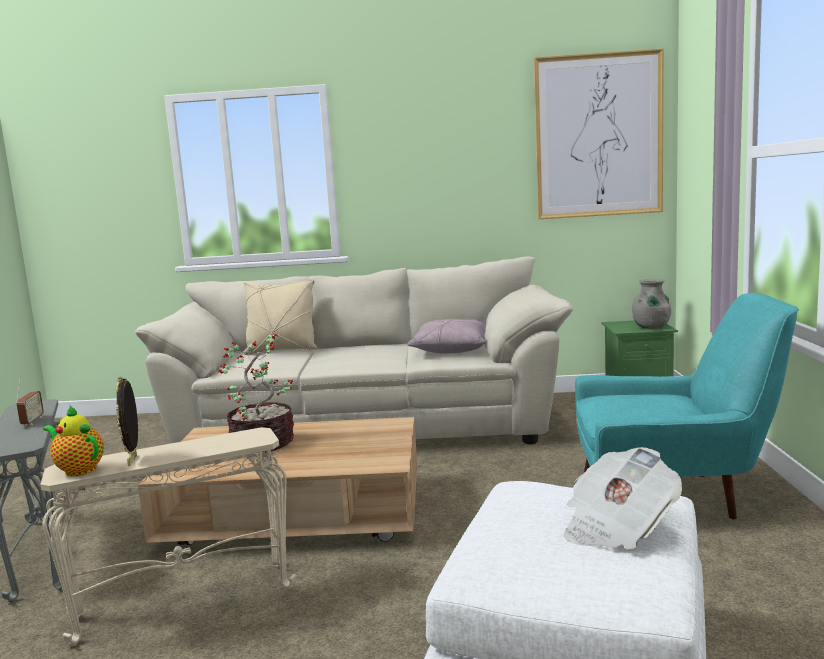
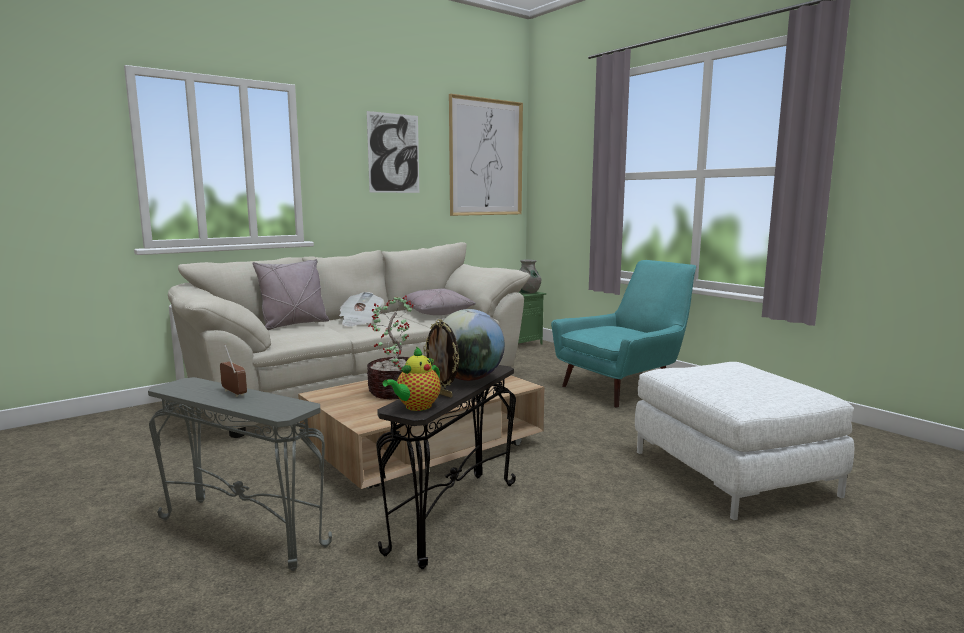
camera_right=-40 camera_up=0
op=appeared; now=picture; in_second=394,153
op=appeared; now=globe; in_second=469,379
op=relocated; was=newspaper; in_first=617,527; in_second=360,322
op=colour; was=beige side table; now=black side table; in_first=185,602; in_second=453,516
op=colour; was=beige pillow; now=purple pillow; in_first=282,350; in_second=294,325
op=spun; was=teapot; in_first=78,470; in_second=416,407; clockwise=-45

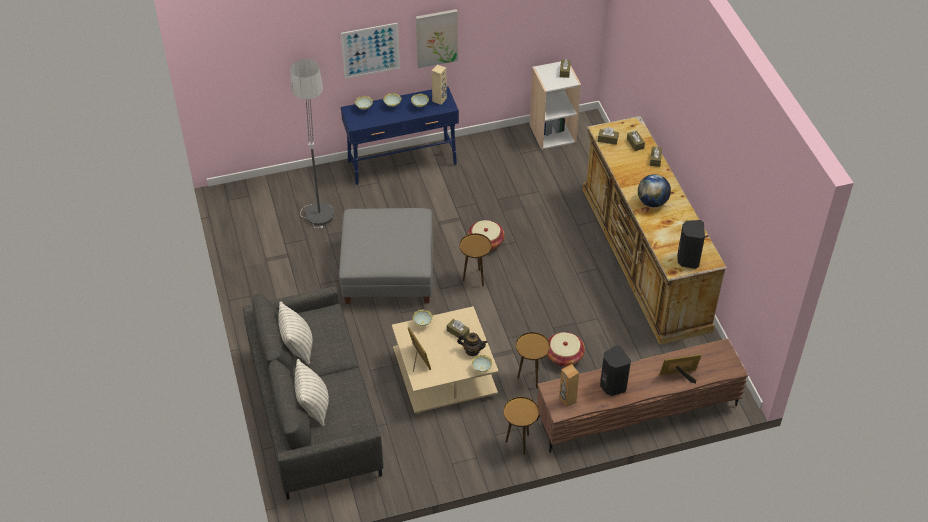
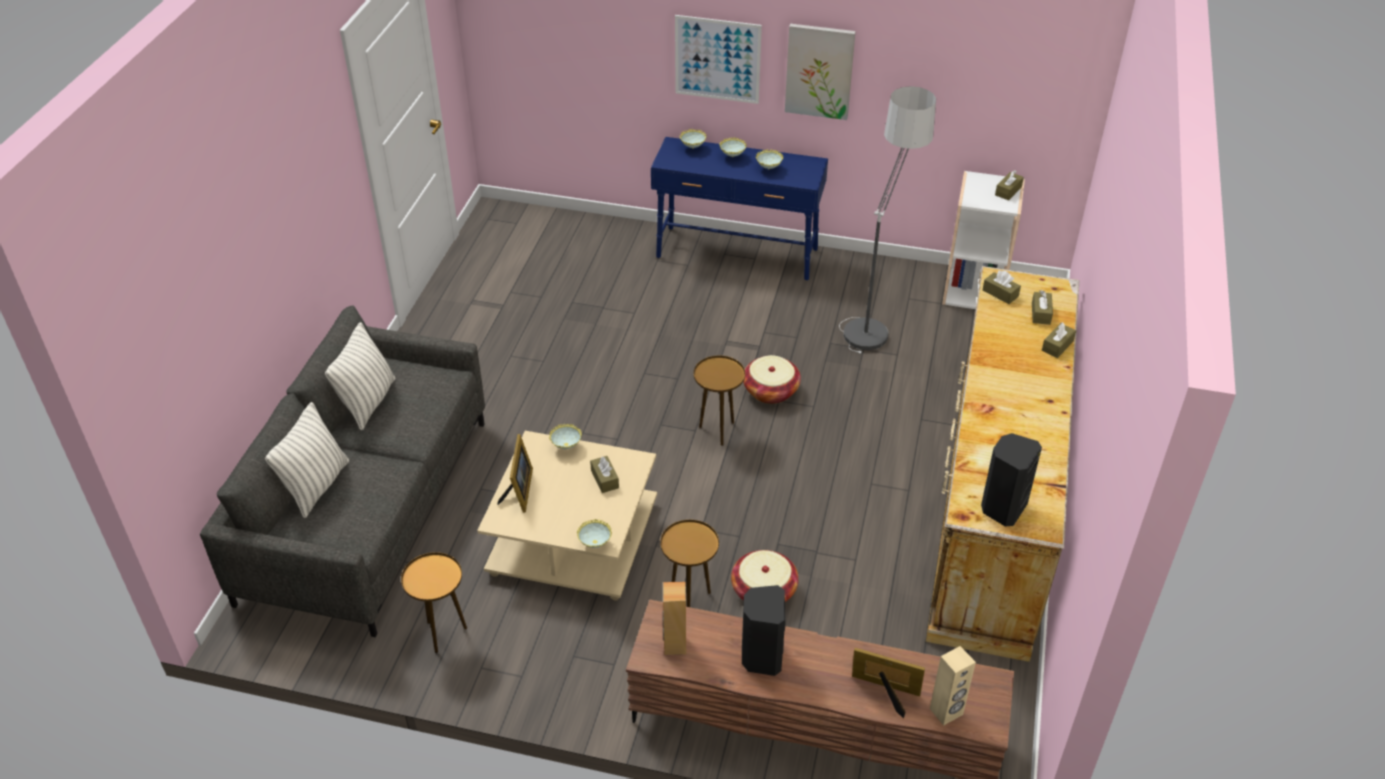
camera_right=30 camera_up=-5
op=missing; was=grey ottoman; in_first=388,271
op=missing; was=teapot; in_first=472,350
op=missing; was=globe; in_first=652,202
op=relocated; was=floor lamp; in_first=317,199; in_second=875,315
op=relocated; was=beige speaker; in_first=439,100; in_second=946,712
op=relocated; was=brown side table; in_first=519,443; in_second=443,634

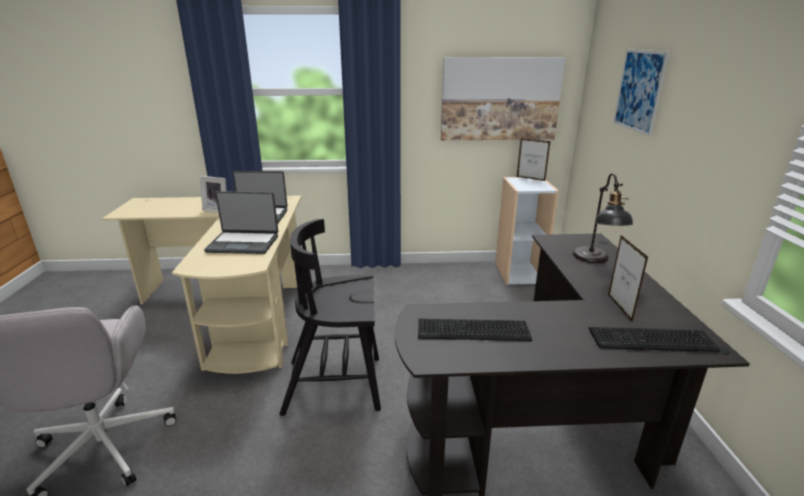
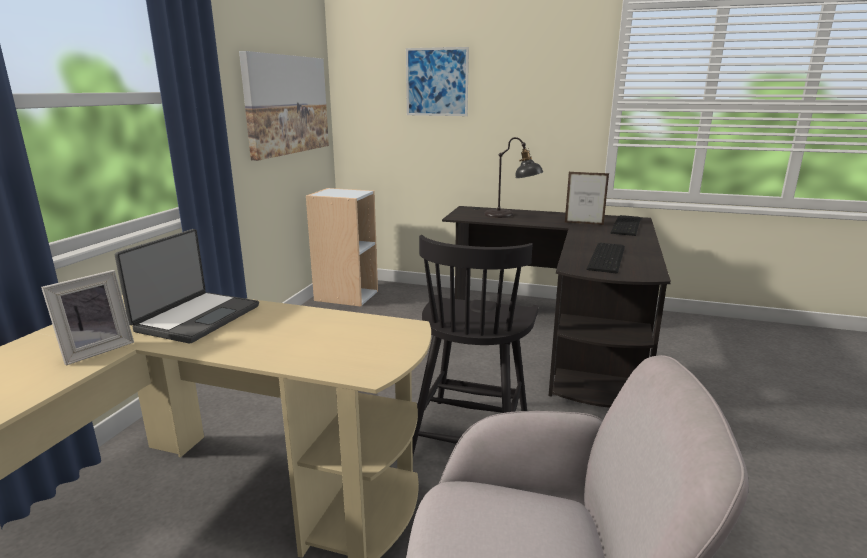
camera_right=-70 camera_up=-5
op=missing; was=laptop; in_first=244,243
op=missing; was=picture frame; in_first=530,179

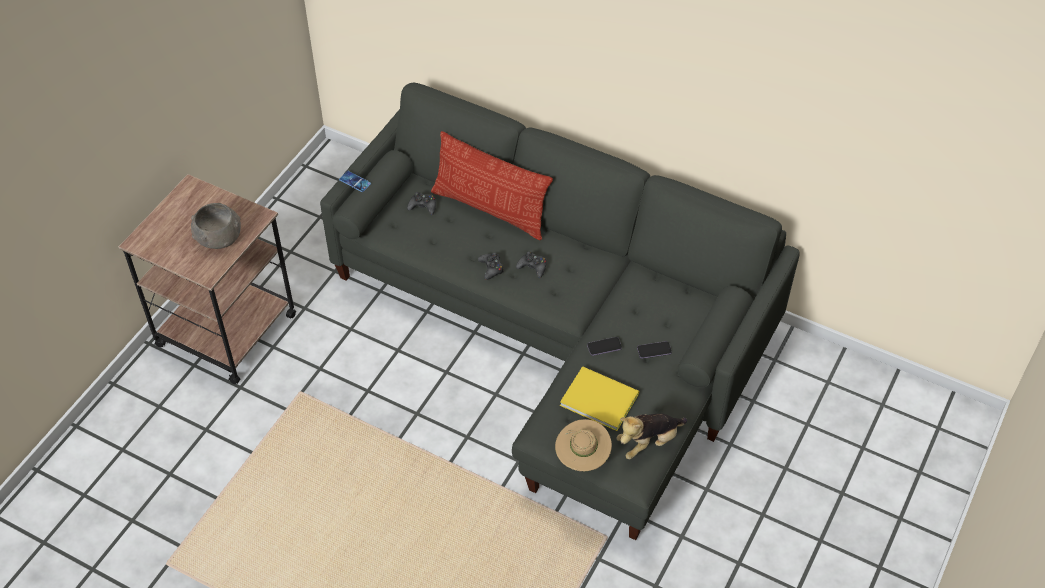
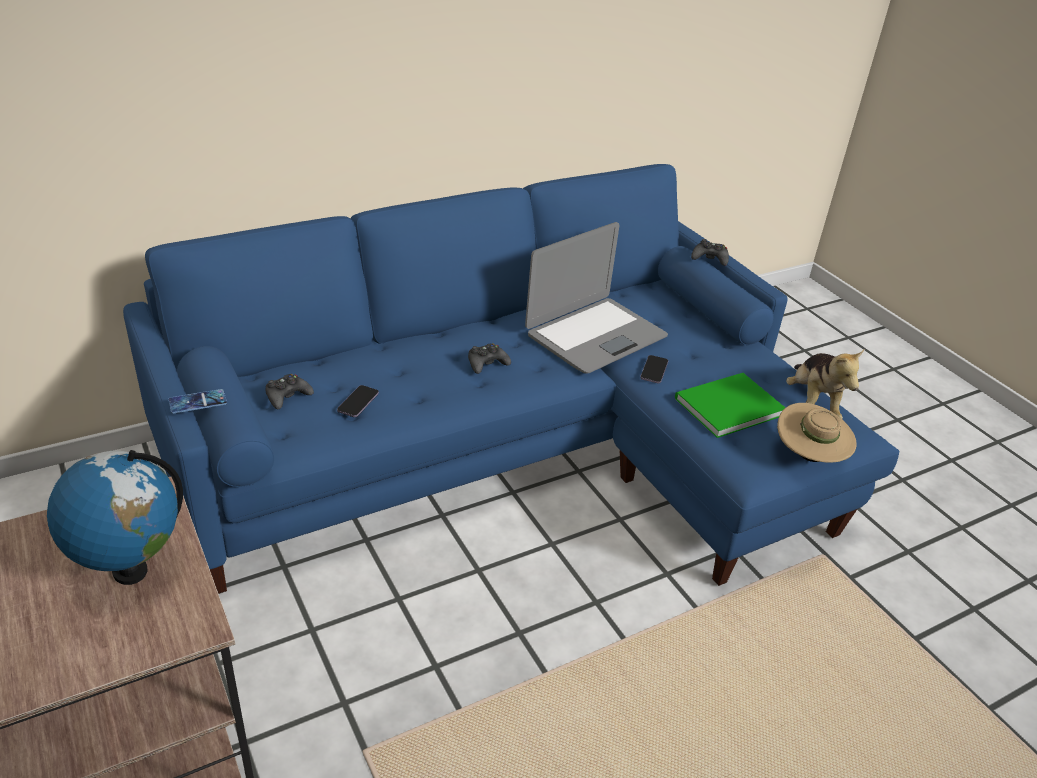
camera_right=-60 camera_up=-15
op=missing; was=pillow; in_first=490,209
op=appeared; now=laptop; in_second=595,335
op=relocated; was=black game controller; in_first=491,268; in_second=709,258
op=relocated; was=phone; in_first=654,350; in_second=358,402
op=exchanged; was=grey bowl; now=globe; in_first=219,238; in_second=130,570
op=colour; was=grey sofa; now=blue sofa; in_first=562,335; in_second=517,451
op=colour; was=yellow book; now=green book; in_first=598,397; in_second=725,406

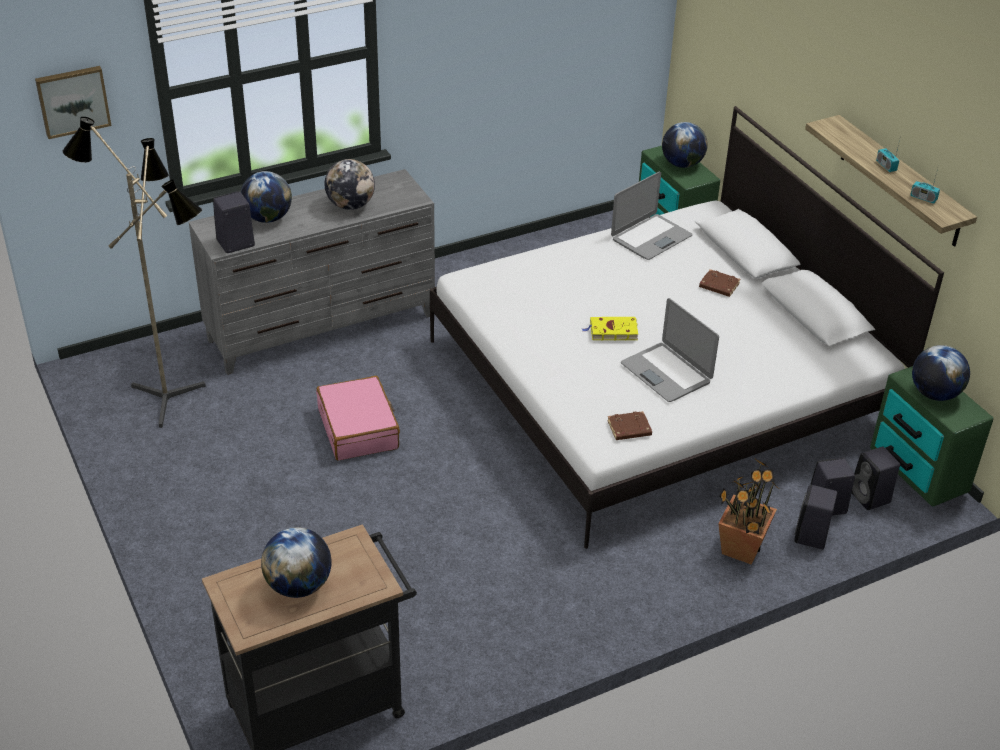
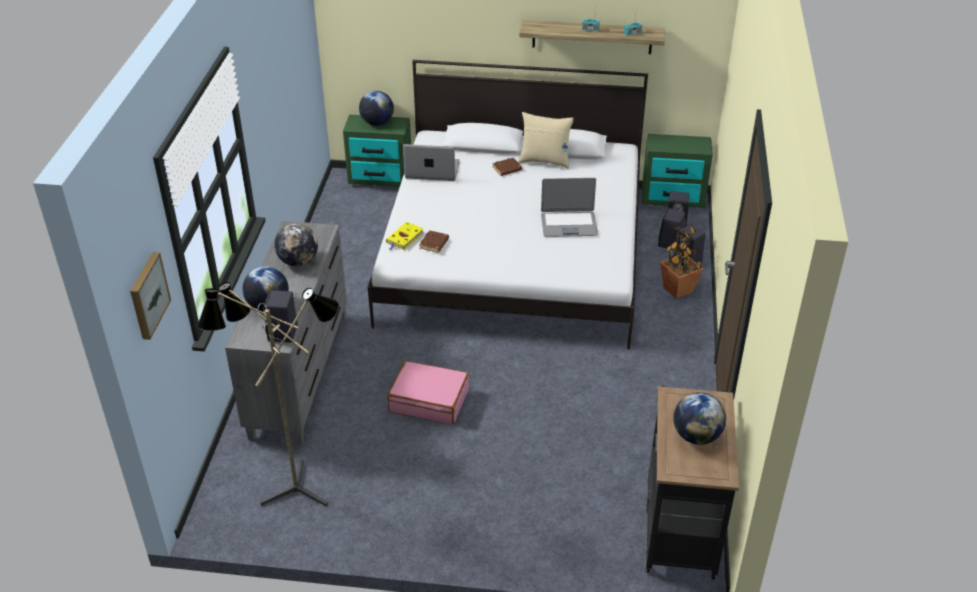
camera_right=-55 camera_up=0
op=missing; was=globe; in_first=934,394
op=appeared; now=beige pillow; in_second=544,161
op=relocated; was=yellow book; in_first=612,331; in_second=404,239
op=relocated; was=brown book; in_first=629,429; in_second=434,244
op=spun; was=laptop; in_first=650,237; in_second=432,170; clockwise=-75

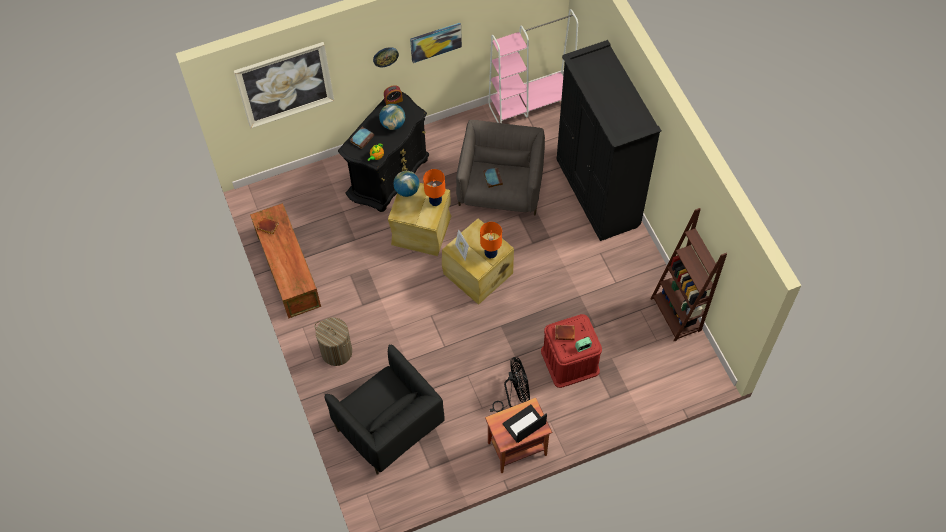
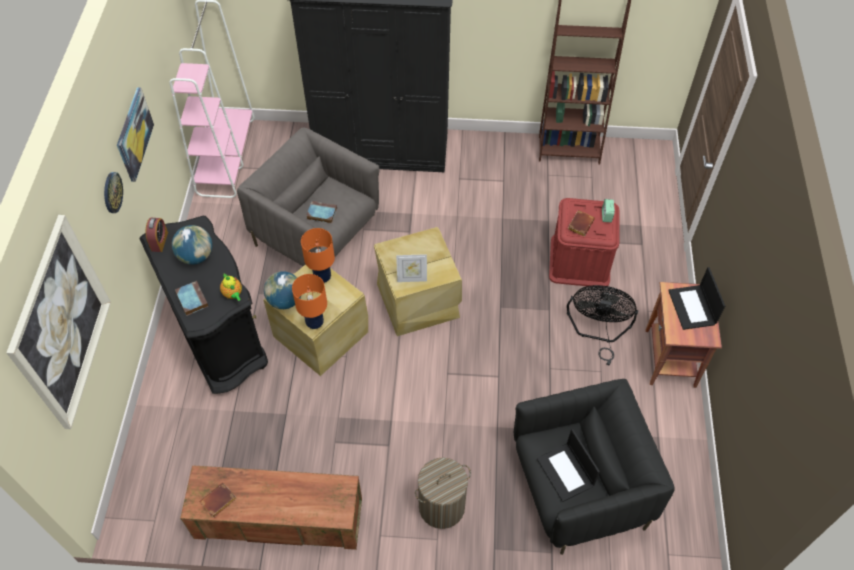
camera_right=-65 camera_up=-5
op=appeared; now=laptop; in_second=566,472
op=relocated; was=orange table lamp; in_first=490,254; in_second=315,323

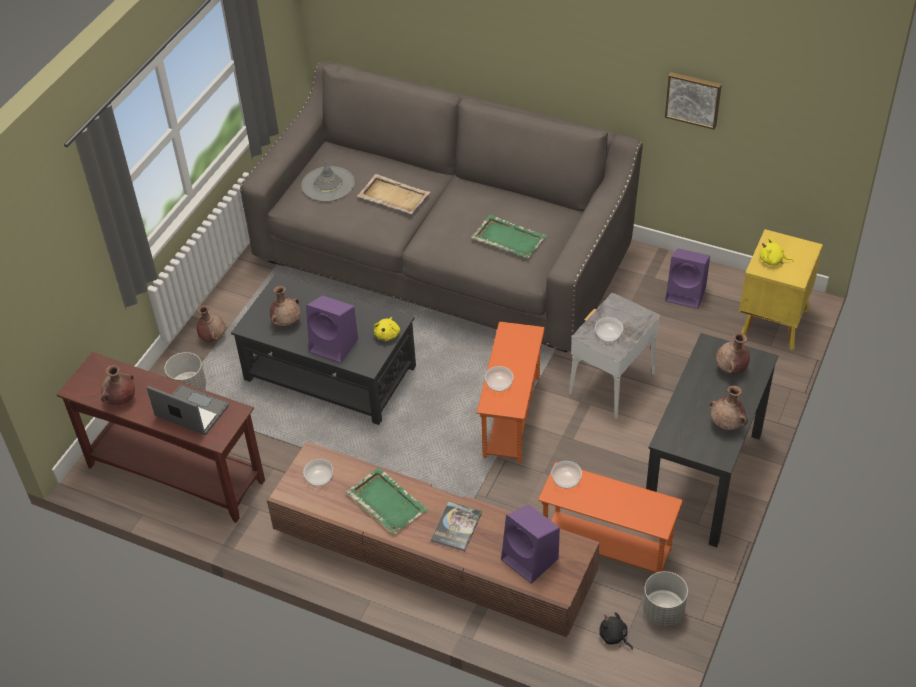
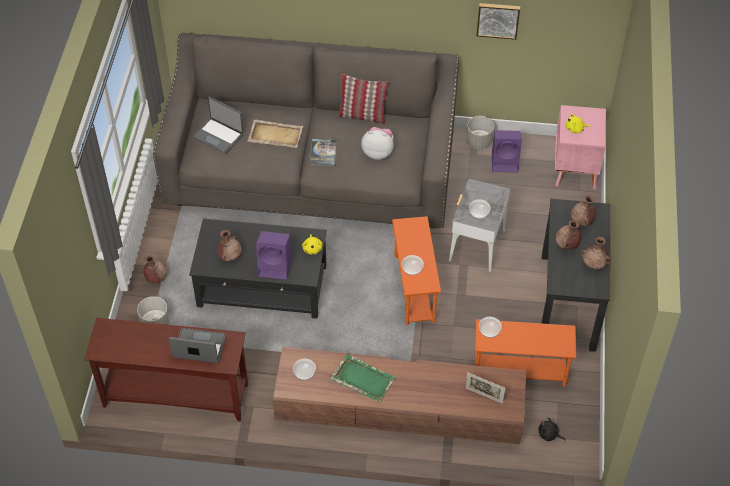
camera_right=-20 camera_up=5
op=appeared; now=pillow; in_second=362,115
op=relocated; was=brown vase; in_first=121,400; in_second=566,245
op=relocated; was=book; in_first=456,527; in_second=323,153
op=relocated; was=grey planter; in_first=663,611; in_second=479,142
op=exchanged; was=grey hat; now=laptop; in_first=328,184; in_second=219,135
op=exchanged; was=green tray; now=plush toy; in_first=508,238; in_second=378,152
op=exchanged; was=purple speaker; now=picture frame; in_first=531,560; in_second=484,395
op=colour; was=yellow nightstand; now=pink nightstand; in_first=773,322; in_second=575,171

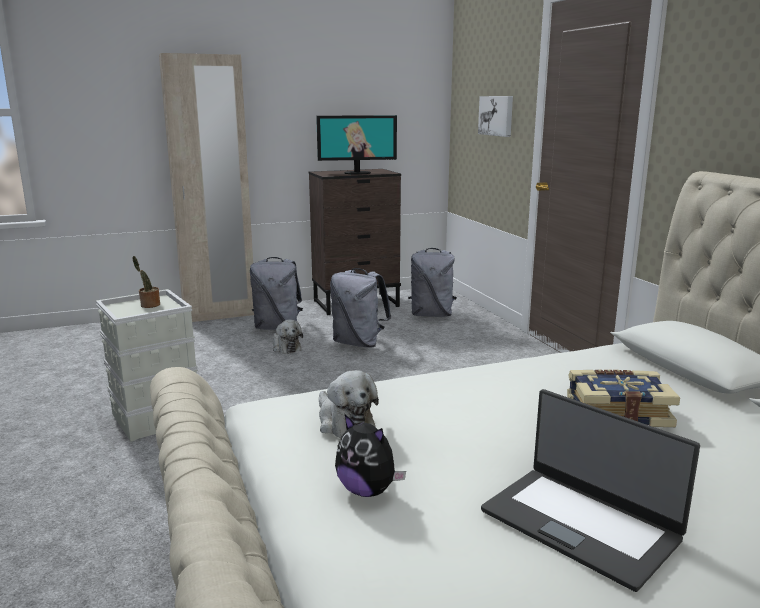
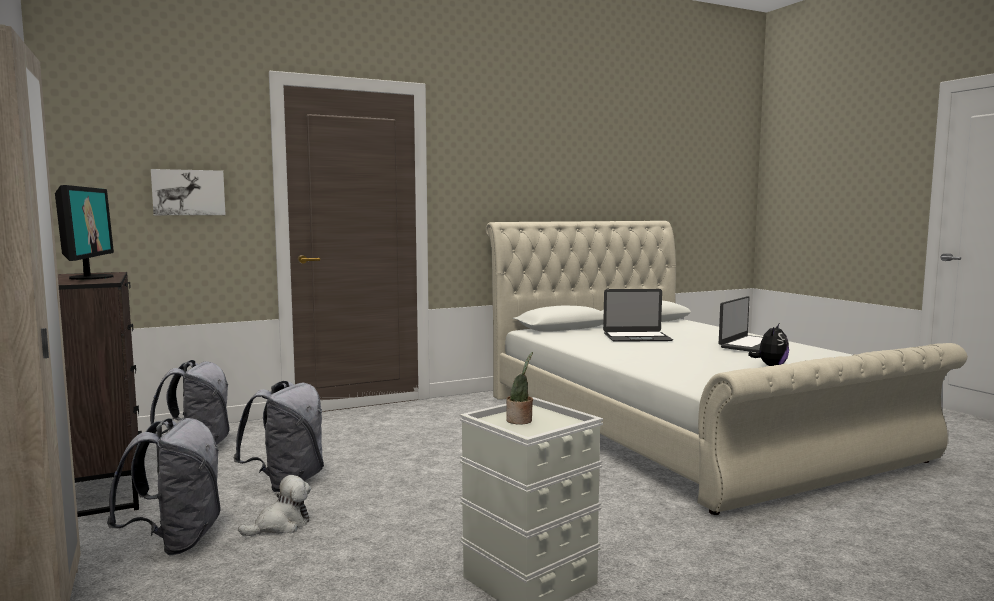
camera_right=-95 camera_up=-10
op=missing; was=plush toy; in_first=344,423
op=exchanged; was=book; now=laptop; in_first=617,412; in_second=637,337

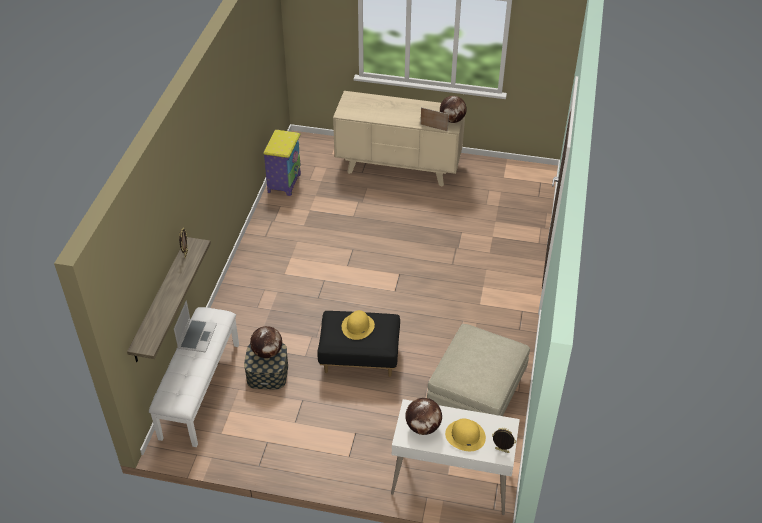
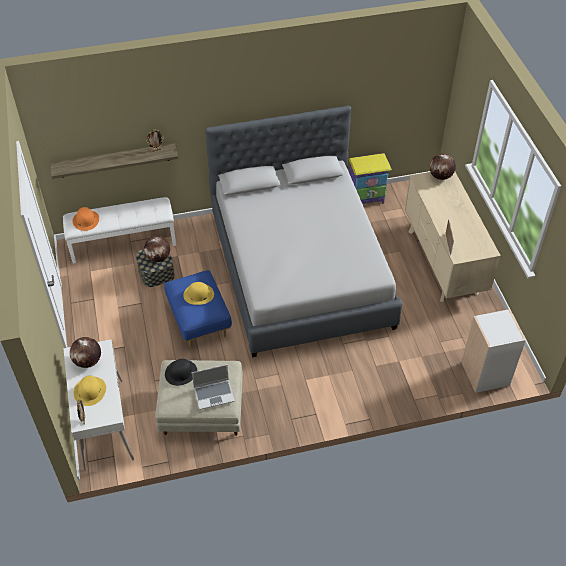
camera_right=65 camera_up=5
op=appeared; now=orange hat; in_second=86,220
op=appeared; now=black hat; in_second=181,372
op=appeared; now=grey bed; in_second=300,270
op=appeared; now=bookcase; in_second=485,373
op=relocated; was=laptop; in_first=197,336; in_second=214,394
op=relocated; was=globe; in_first=452,120; in_second=440,176
op=colour; was=black ottoman; now=blue ottoman; in_first=360,358; in_second=200,321

